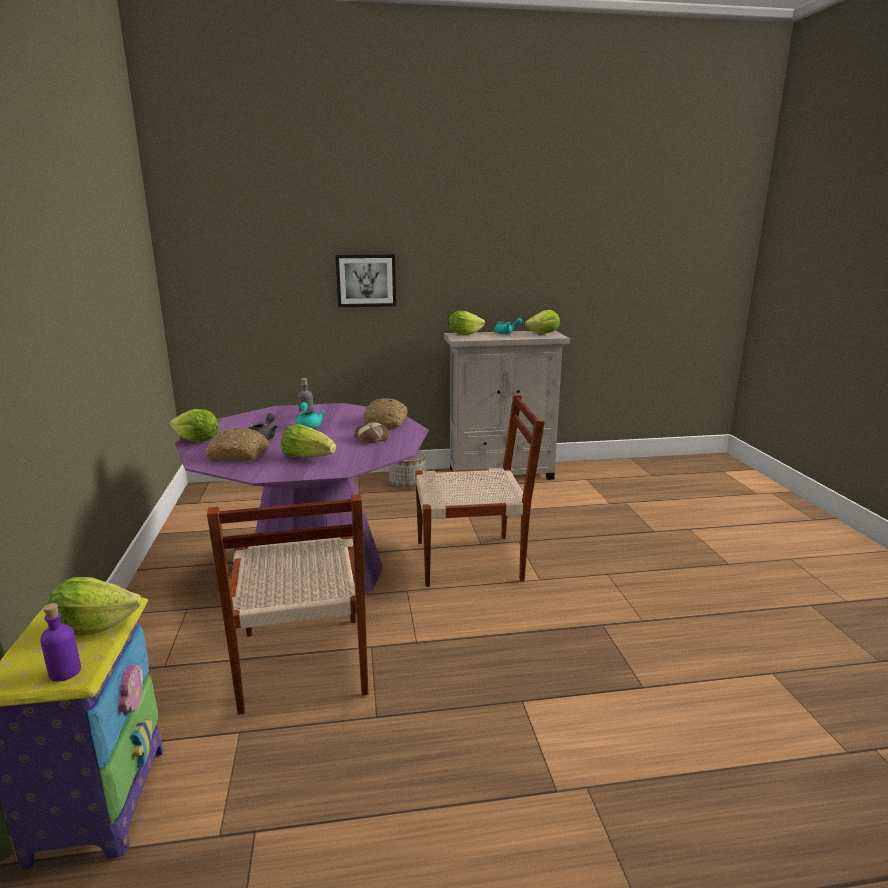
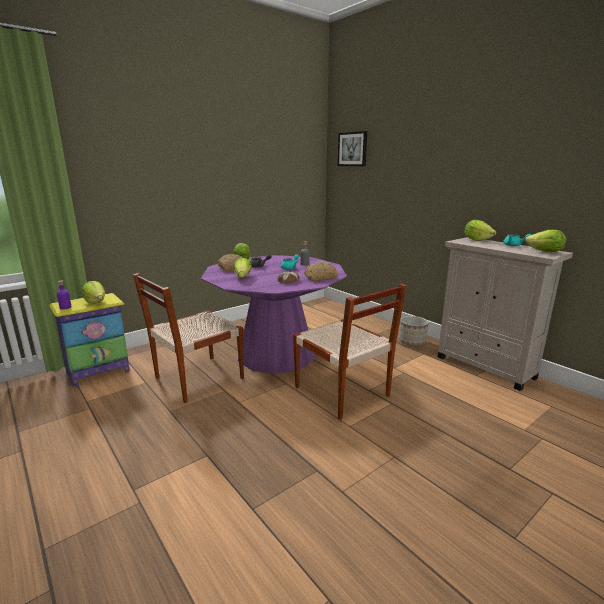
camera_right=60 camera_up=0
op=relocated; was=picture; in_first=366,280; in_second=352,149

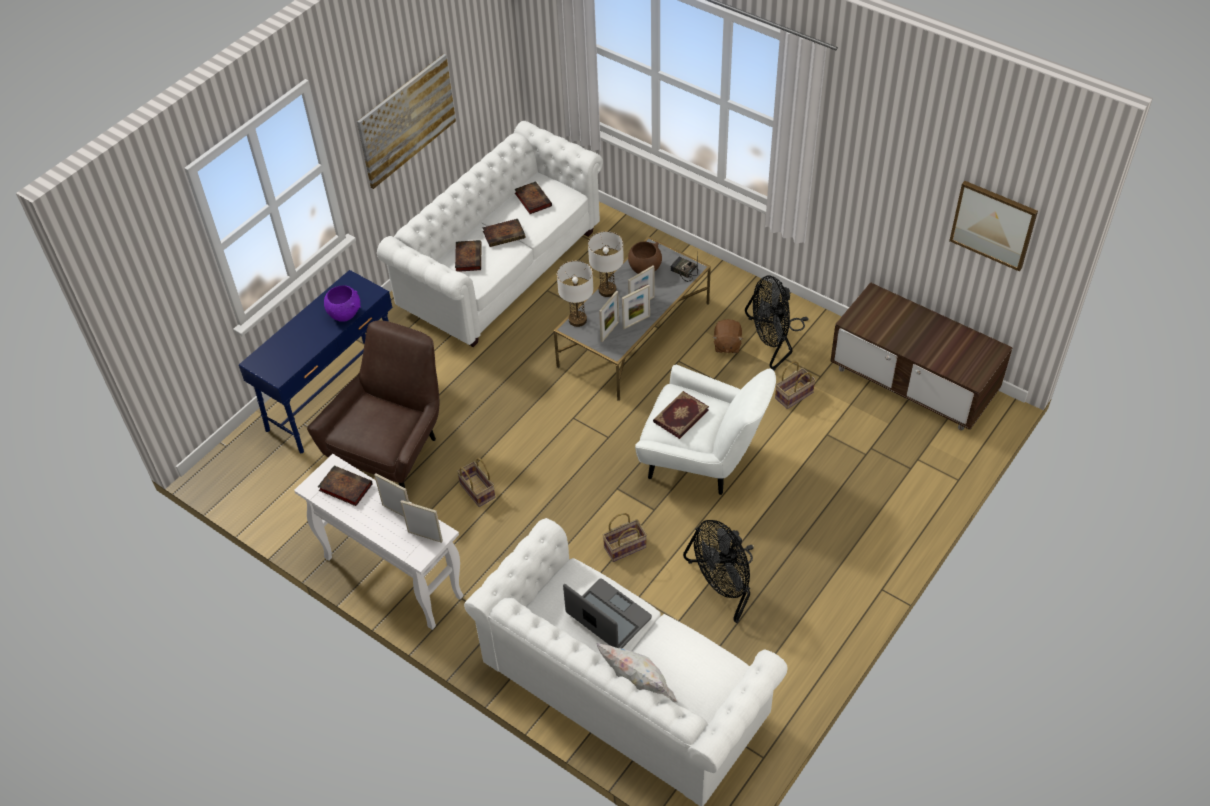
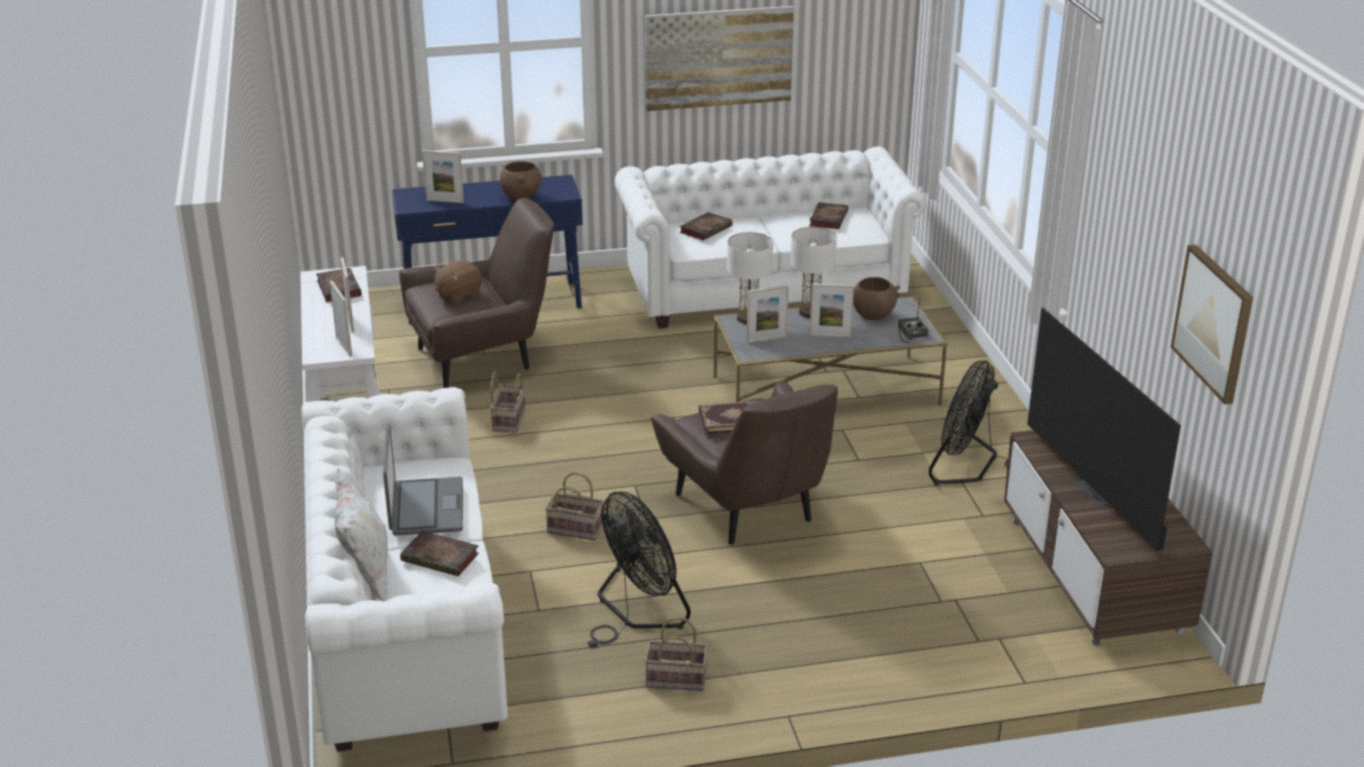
camera_right=40 camera_up=-20
op=appeared; now=television; in_second=1101,491
op=relocated; was=book; in_first=505,234; in_second=442,557
op=relocated; was=picture frame; in_first=636,322; in_second=445,201
op=relocated; was=brown plush toy; in_first=727,345; in_second=458,294
op=relocated; was=basket; in_first=793,396; in_second=674,680
op=colour; was=purple bowl; now=brown bowl; in_first=345,314; in_second=521,197
op=colour; was=white armchair; now=brown armchair; in_first=703,461; in_second=750,511
op=spun; was=black fan; in_first=725,581; in_second=631,609; clockwise=135

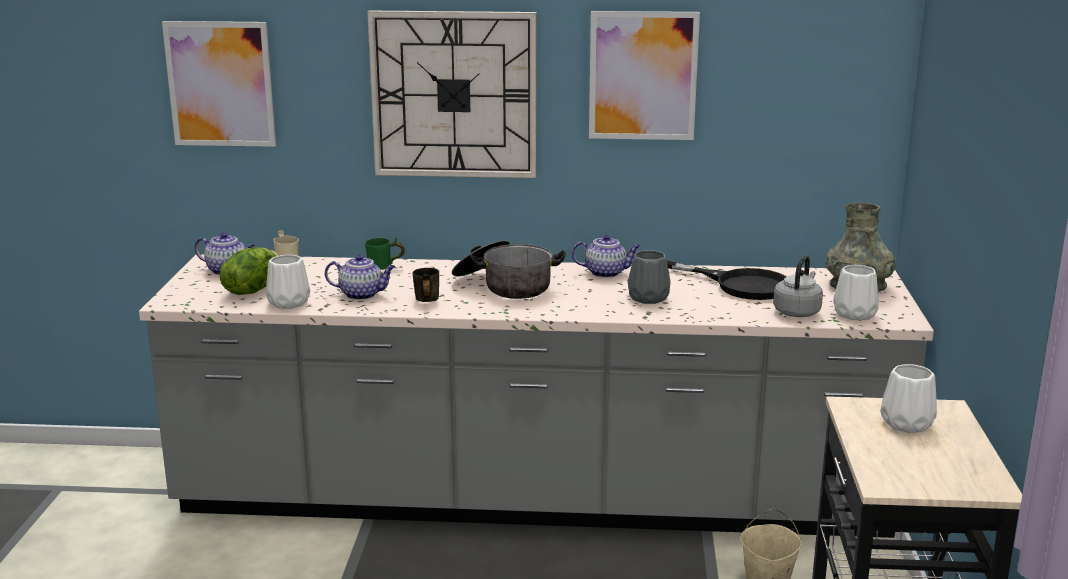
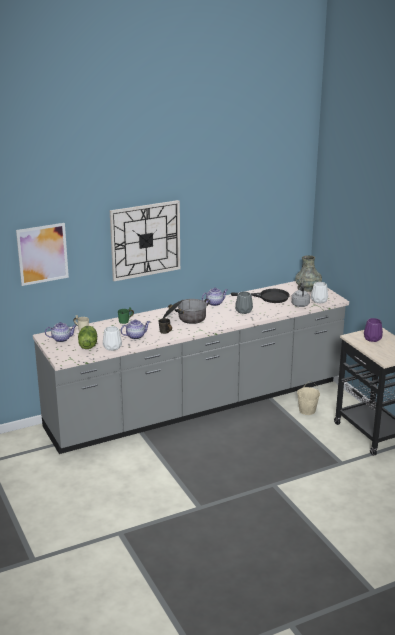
camera_right=-30 camera_up=5
op=missing; was=picture; in_first=643,76
op=colour; was=white vase; now=purple vase; in_first=907,423; in_second=372,338

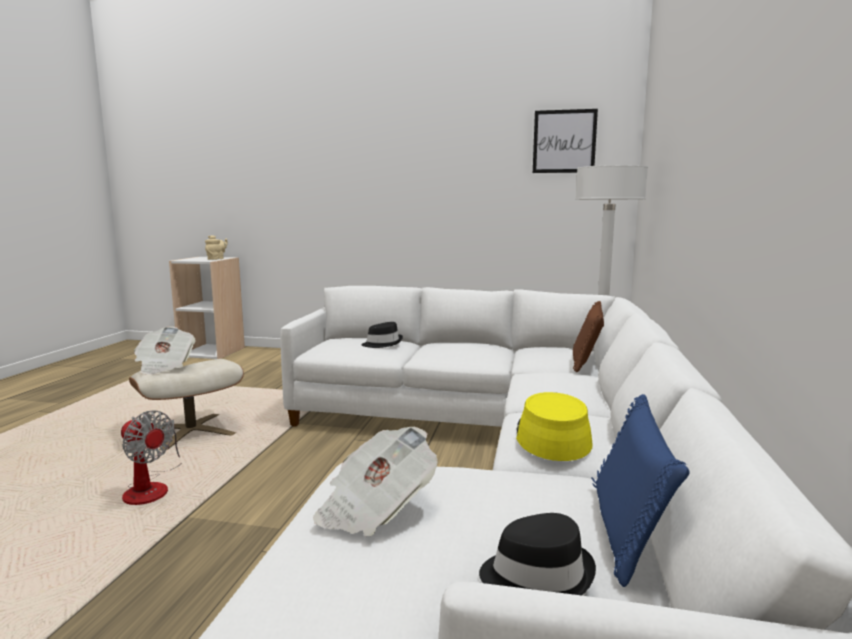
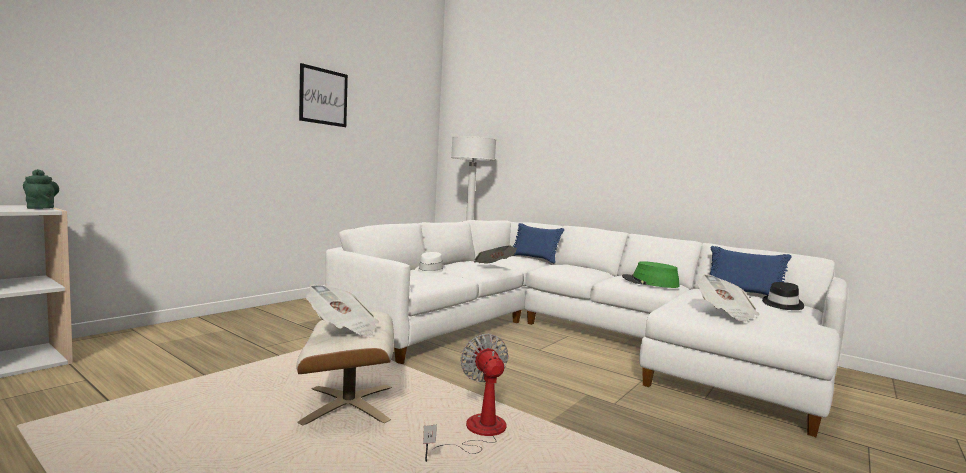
camera_right=-65 camera_up=-5
op=appeared; now=newspaper; in_second=494,267
op=relocated; was=picture; in_first=564,141; in_second=323,96
op=colour; was=beige teapot; now=green teapot; in_first=217,259; in_second=41,208
op=colour; was=black hat; now=white hat; in_first=382,343; in_second=429,271
op=colour; was=yellow hat; now=green hat; in_first=551,436; in_second=650,282
op=colour; was=brown pillow; now=blue pillow; in_first=586,361; in_second=534,259
op=spun; was=fan; in_first=151,487; in_second=477,433; clockwise=-75

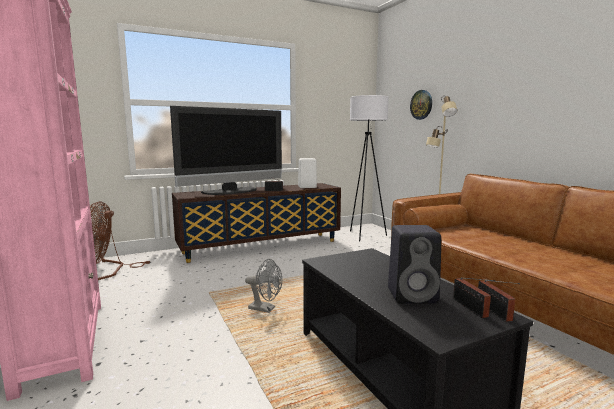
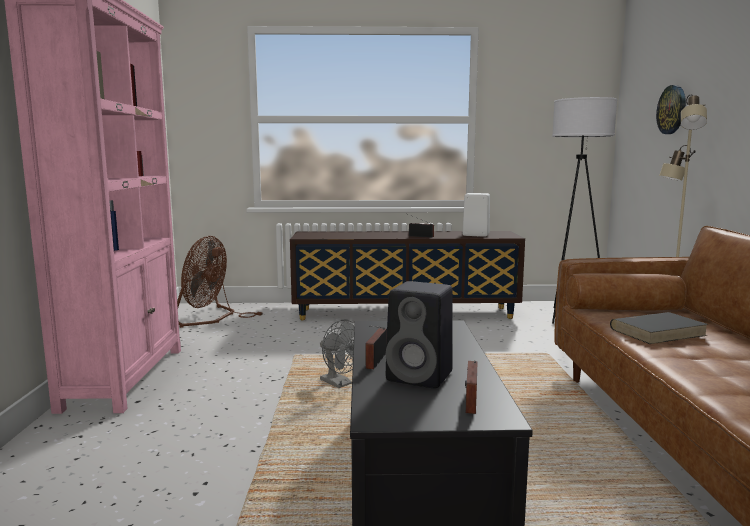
camera_right=25 camera_up=0
op=missing; was=television; in_first=232,191
op=appeared; now=black book; in_second=658,332
op=relocated; was=radio; in_first=495,312; in_second=375,361

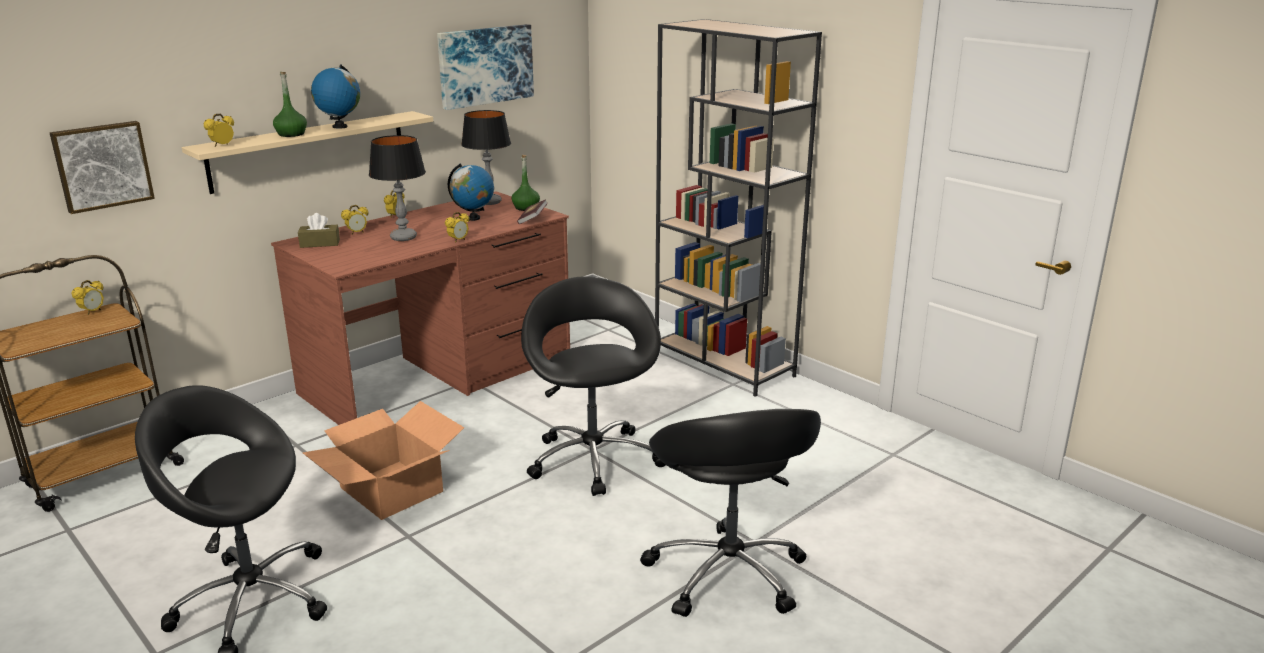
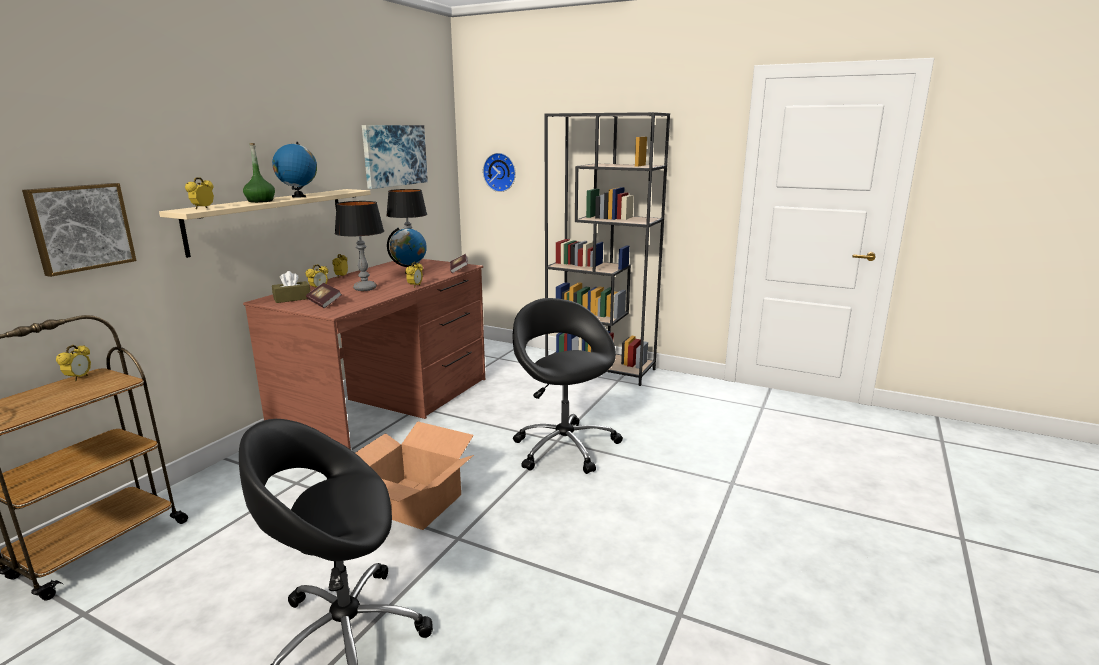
camera_right=-20 camera_up=-5
op=missing; was=green bottle; in_first=526,208
op=missing; was=black office chair; in_first=728,576
op=appeared; now=book; in_second=324,303
op=appeared; now=wall clock; in_second=500,172

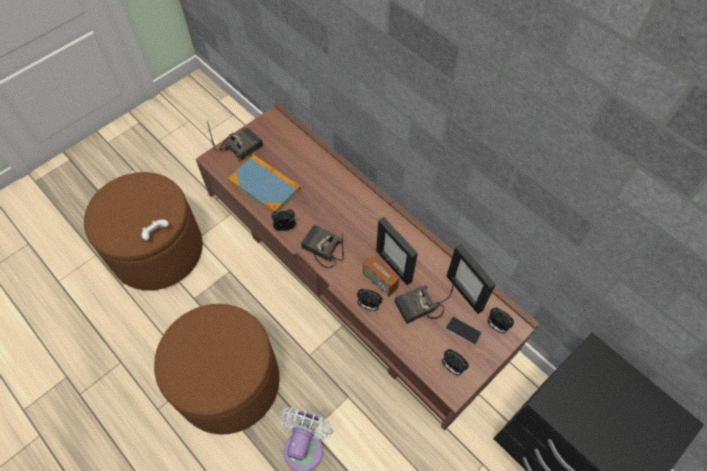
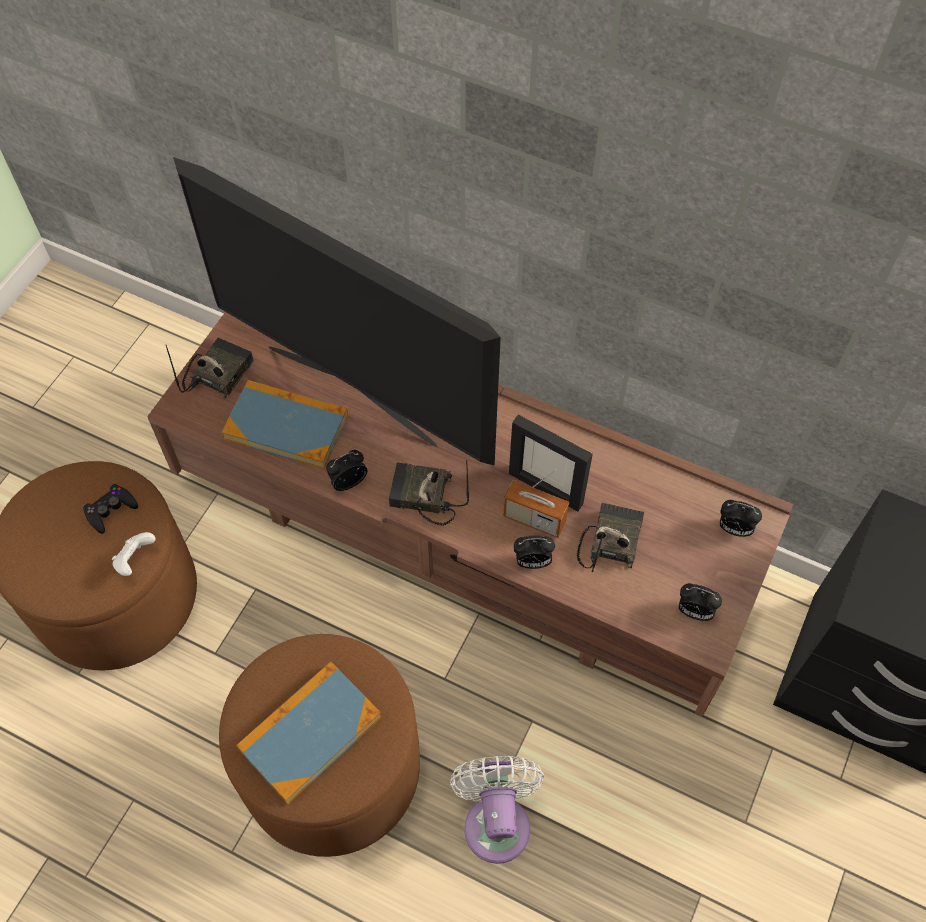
camera_right=-20 camera_up=0
op=missing; was=phone; in_first=463,331
op=missing; was=picture frame; in_first=465,292
op=appeared; now=black game controller; in_second=110,510
op=appeared; now=television; in_second=353,393
op=appeared; now=book; in_second=310,732
op=spun; was=radio; in_first=418,308; in_second=609,541; clockwise=150

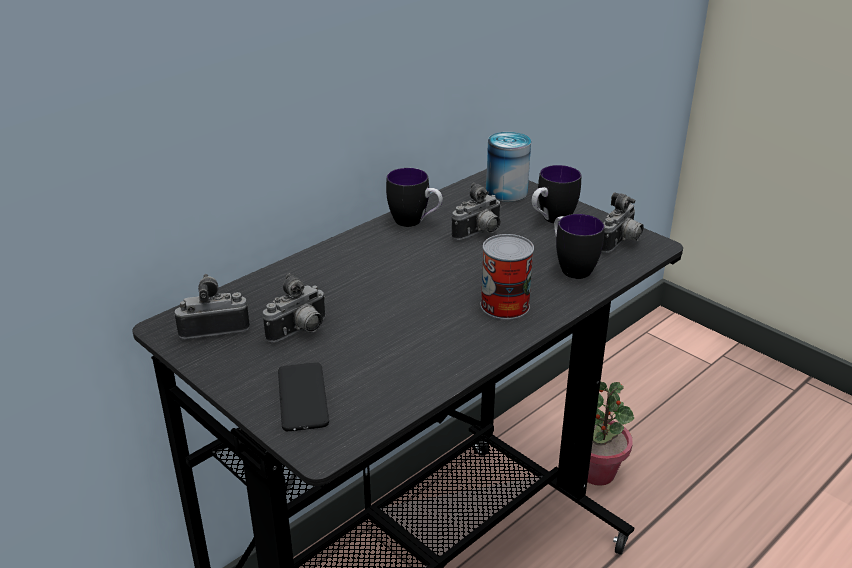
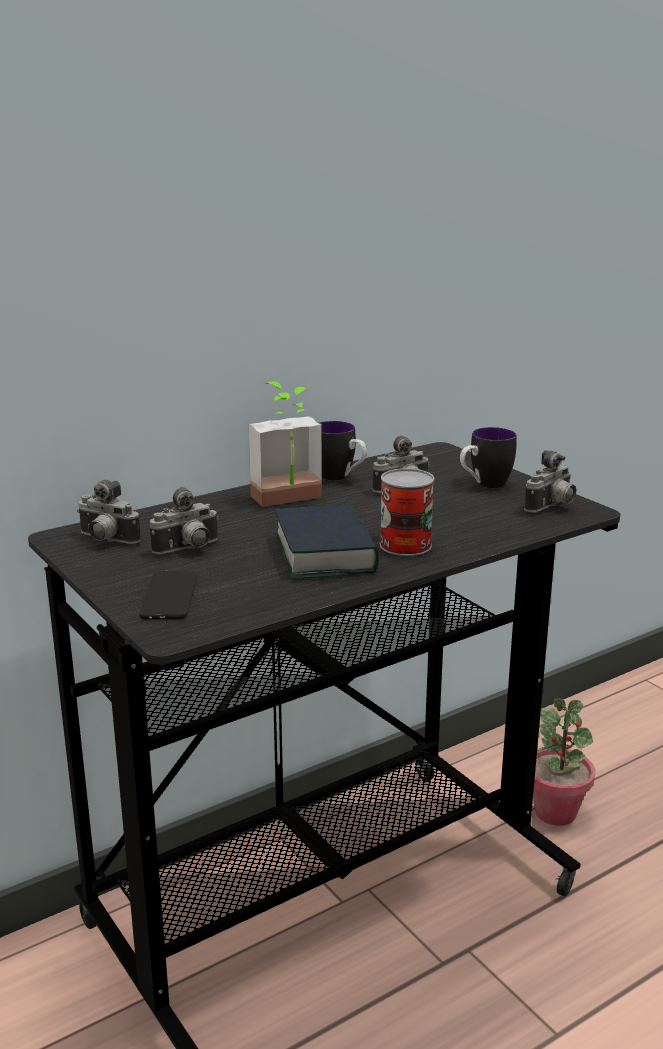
camera_right=10 camera_up=-10
op=missing; was=can; in_first=506,191
op=missing; was=mug; in_first=571,267
op=appeared; now=potted plant; in_second=291,501
op=appeared; now=book; in_second=325,553
op=spun; was=photo camera; in_first=214,328; in_second=106,540; clockwise=-150

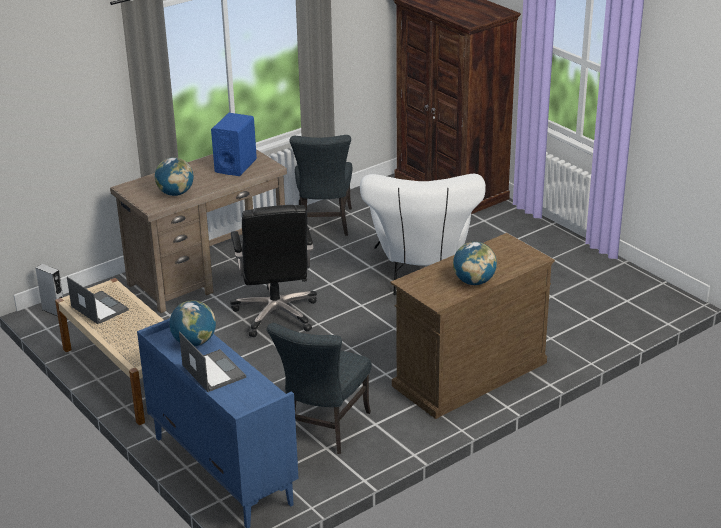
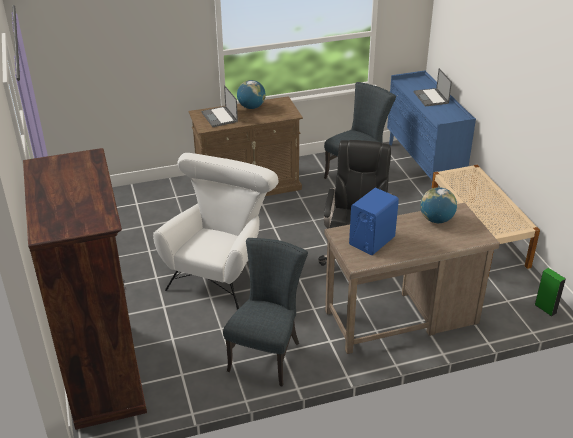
camera_right=-160 camera_up=5
op=missing; was=globe; in_first=194,342
op=relocated; was=laptop; in_first=99,308; in_second=219,117
op=colour; was=grey speaker; now=green speaker; in_first=54,311; in_second=545,308

